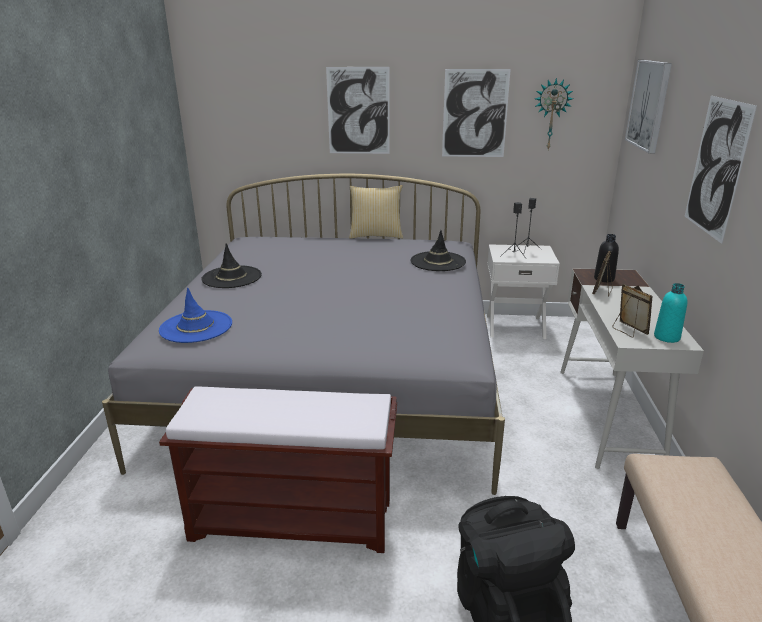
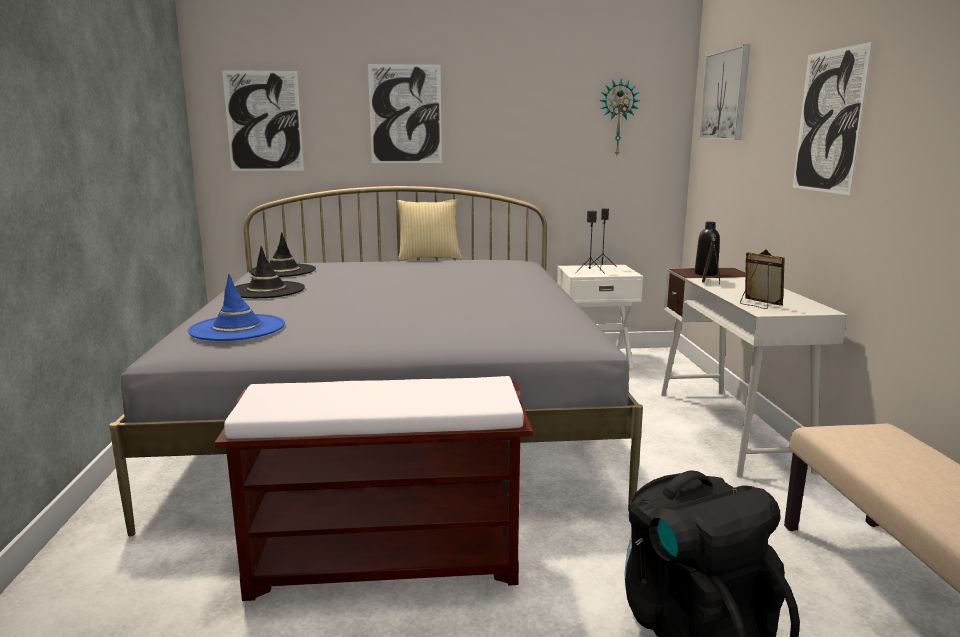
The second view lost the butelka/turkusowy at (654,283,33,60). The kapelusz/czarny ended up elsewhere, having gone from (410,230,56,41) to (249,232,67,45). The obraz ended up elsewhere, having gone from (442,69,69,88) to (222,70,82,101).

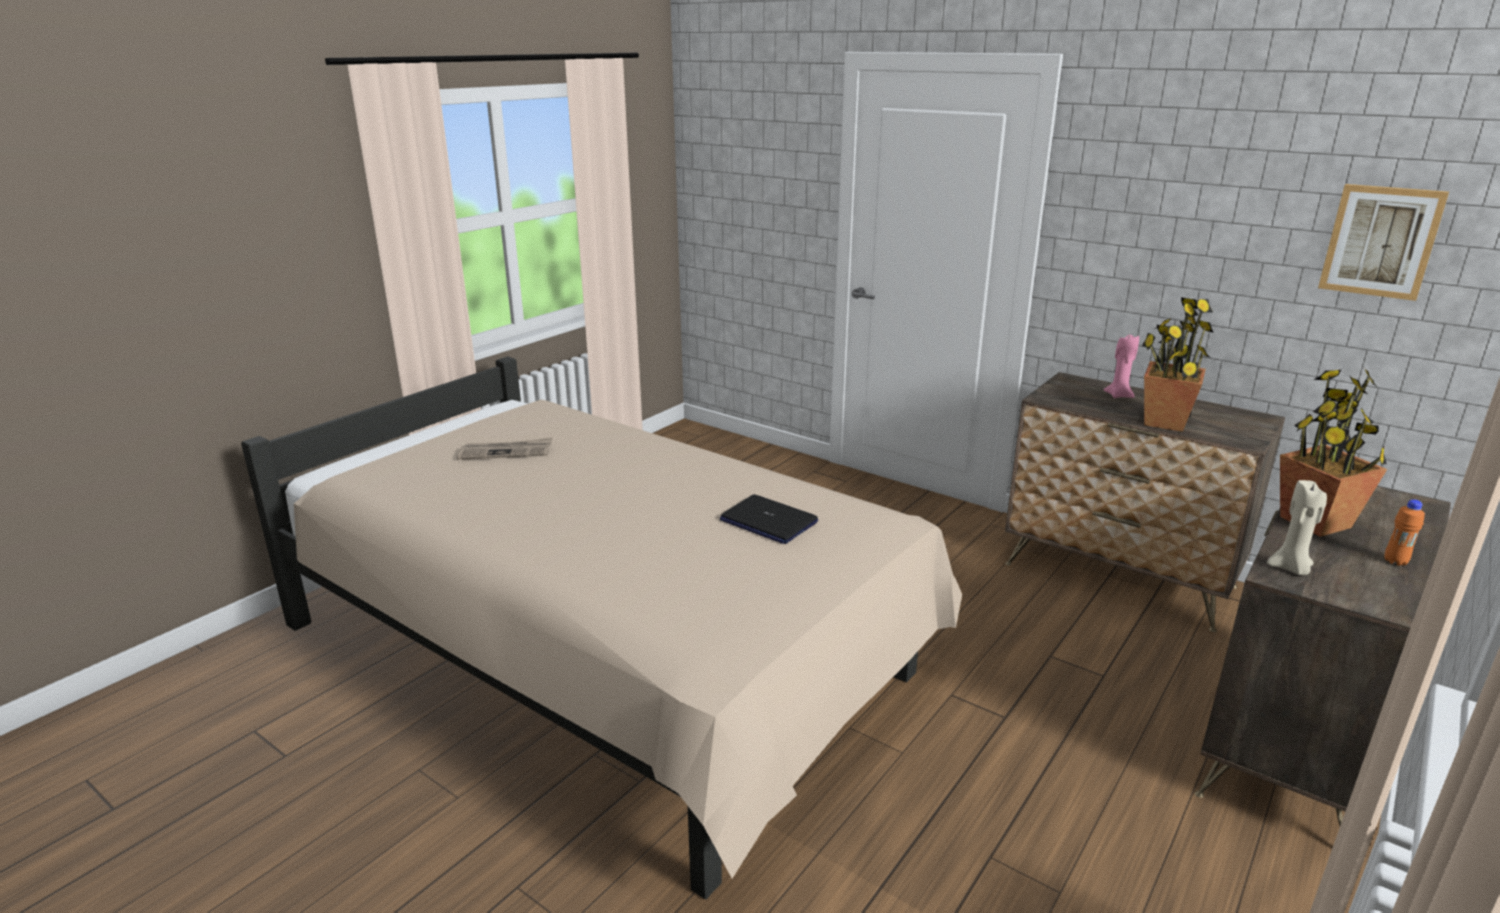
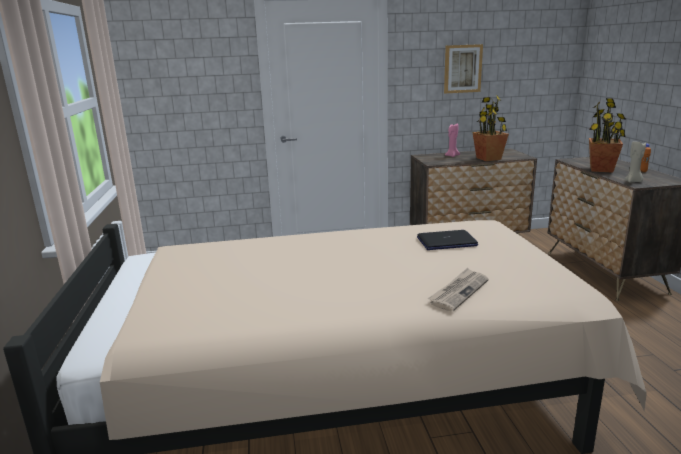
The gazeta ended up elsewhere, having gone from (457,437,96,23) to (428,268,61,43). The obraz ended up elsewhere, having gone from (1318,184,131,117) to (444,44,39,49).

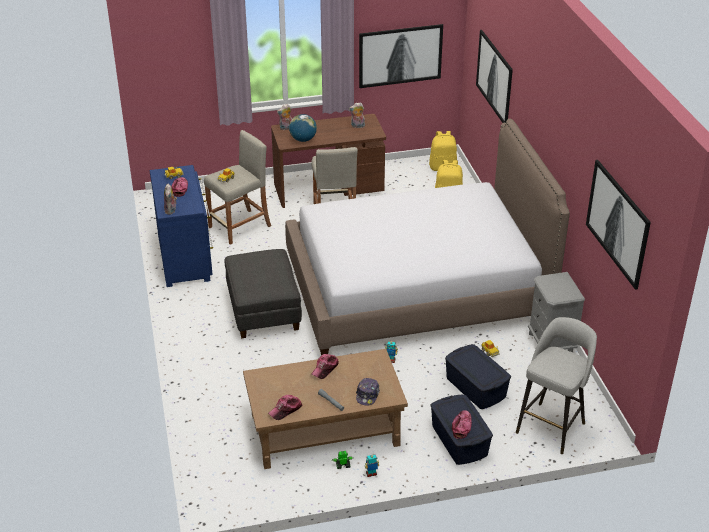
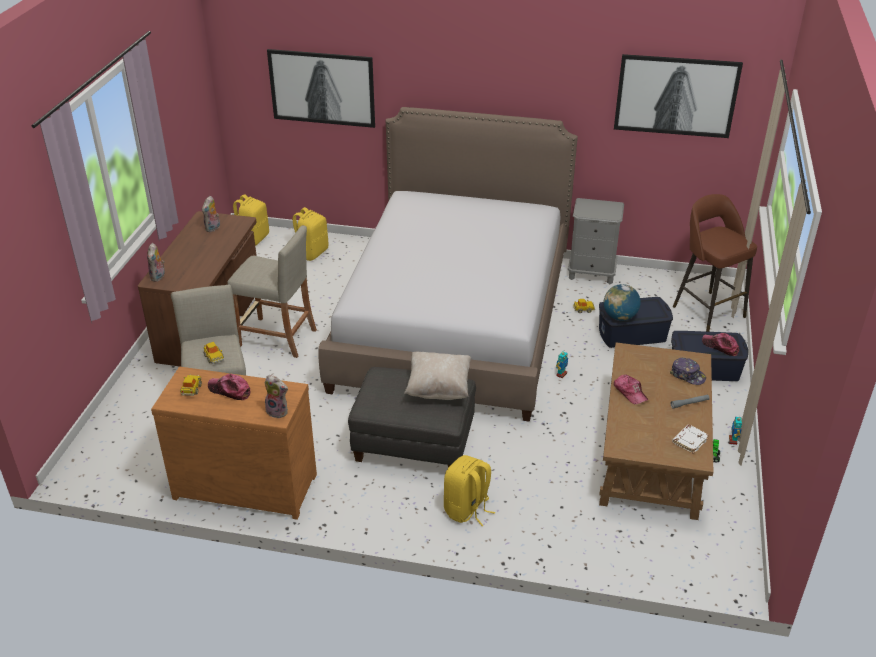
The second view lost the obraz at (359,24,84,64). The second view gained the poduszka/beżowy at (404,352,67,48). The second view gained the plecak/żółty at (444,455,52,71). The globus ended up elsewhere, having gone from (289,114,28,28) to (604,284,37,37). Where the czapka z daszkiem stood at (268,395,34,25), the książka/biały came to stand at (672,425,37,29). What was the komoda/niebieski at (150,165,63,122) turned into the komoda/brązowy at (151,366,166,154). What was the stołek/szary at (516,317,81,137) turned into the stołek/brązowy at (673,194,84,138).

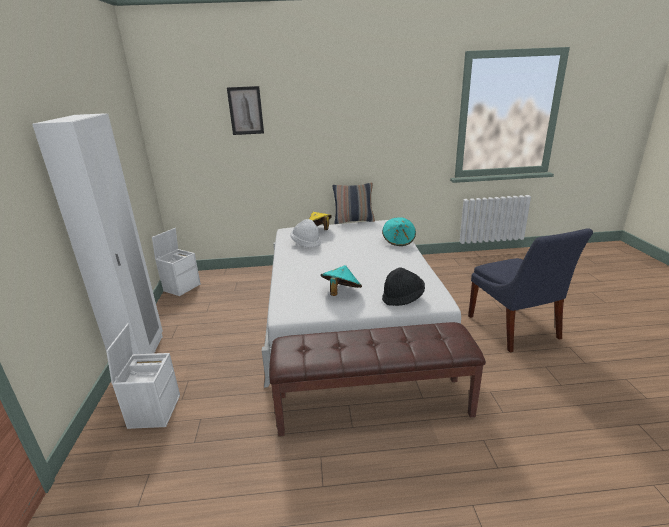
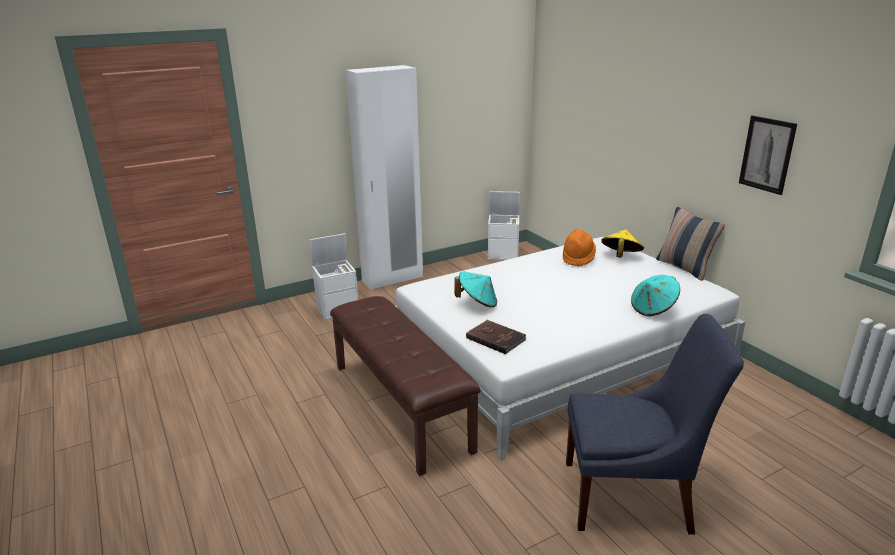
The obraz ended up elsewhere, having gone from (227,86,37,49) to (739,115,58,80). Where the kapelusz/czarny stood at (382,267,43,39), the książka/brązowy came to stand at (466,320,61,34). What was the kapelusz/biały at (291,219,30,29) turned into the kapelusz/pomarańczowy at (563,229,33,38). The krzesło/niebieski at (468,228,125,124) ended up facing another way, 135 degrees counterclockwise from before.

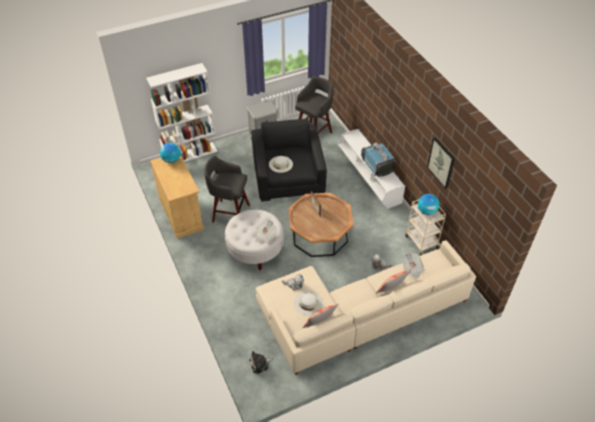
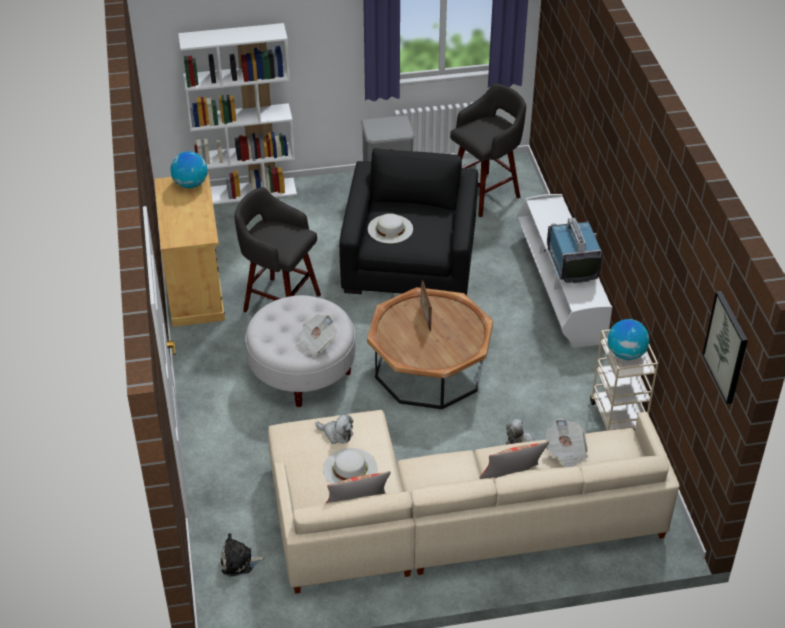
The obraz ended up elsewhere, having gone from (427,138,28,51) to (702,291,46,113).

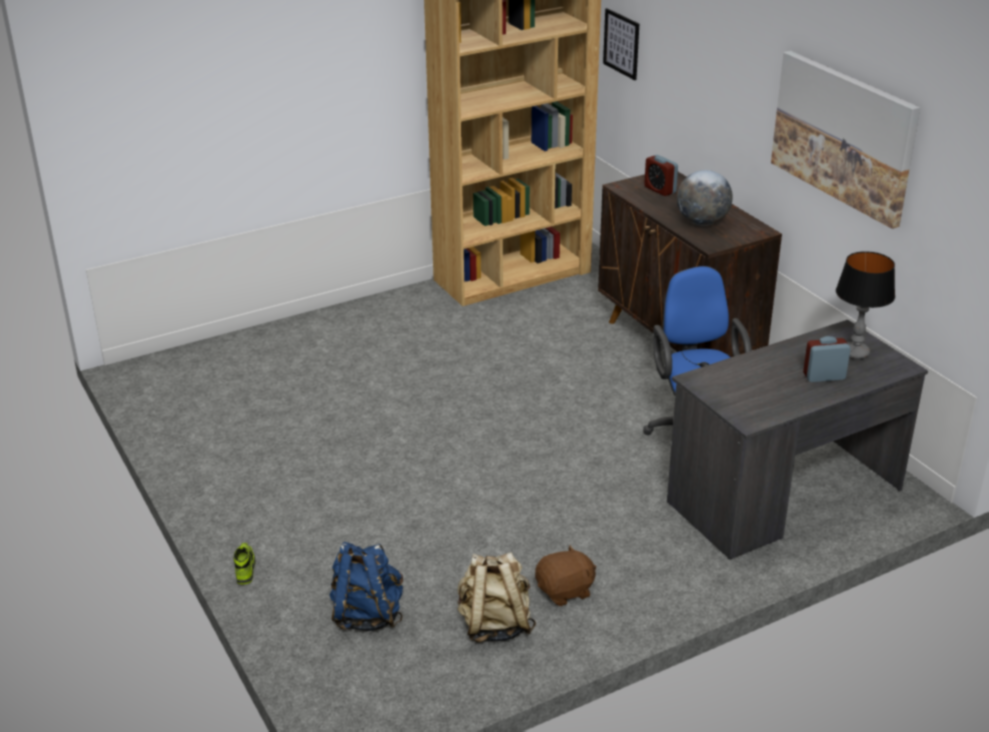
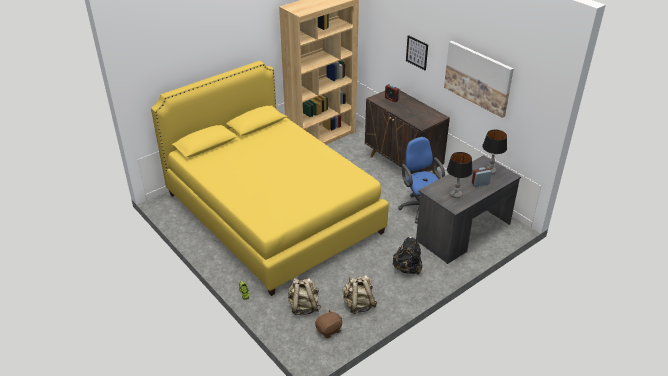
The second view lost the globus at (677,170,56,55). The second view gained the łóżko/żółty at (151,61,238,235). The second view gained the plecak/czarny at (392,237,30,38). The second view gained the lampa stołowa at (447,152,26,46). The pluszak/brązowy ended up elsewhere, having gone from (535,545,61,61) to (315,309,27,29). The obraz ended up elsewhere, having gone from (603,8,36,72) to (406,35,22,35). What was the plecak/niebieski at (330,542,73,89) turned into the plecak/beżowy at (288,278,33,37).

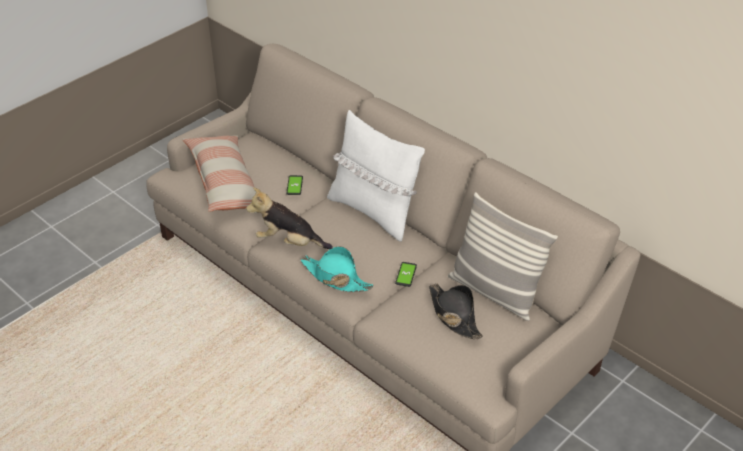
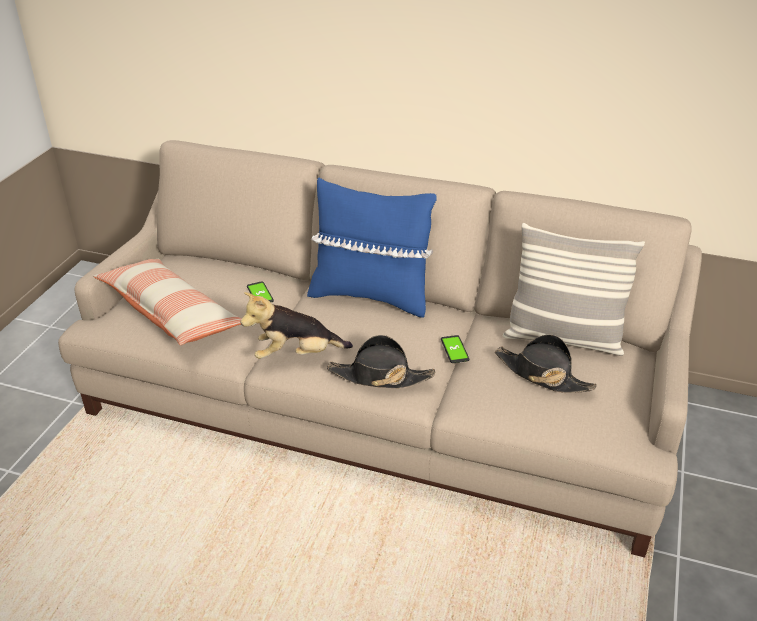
What was the kapelusz/turkusowy at (300,246,74,46) turned into the kapelusz/czarny at (327,335,108,53). What was the poduszka/biały at (327,110,98,132) turned into the poduszka/niebieski at (307,177,130,141).

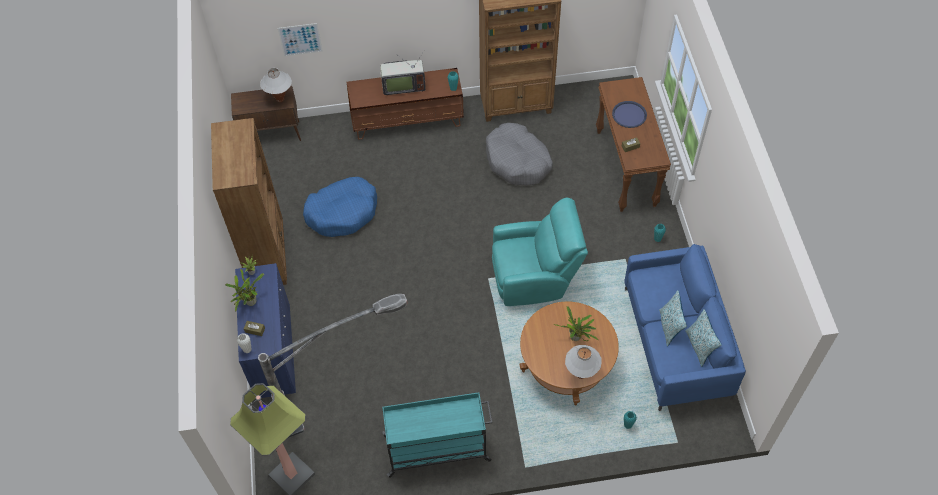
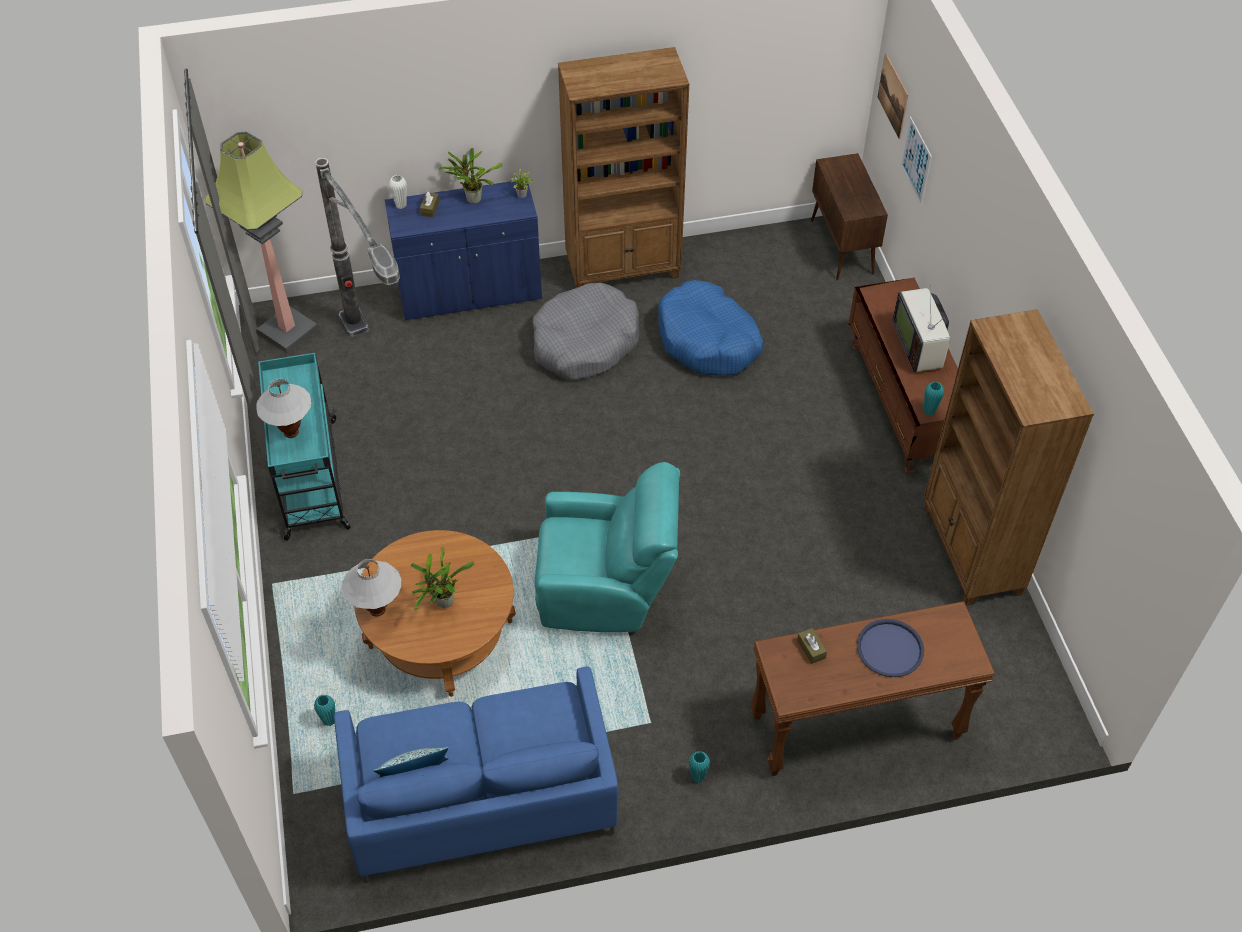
The second view lost the poduszka at (659,290,28,56). The second view gained the obraz at (878,53,30,86). The lampa stołowa/biały ended up elsewhere, having gone from (260,68,32,34) to (257,379,54,59). The legowisko/szary ended up elsewhere, having gone from (486,123,67,62) to (533,283,106,97). The fotel/turkusowy at (492,197,96,109) ended up facing another way, 75 degrees counterclockwise from before.

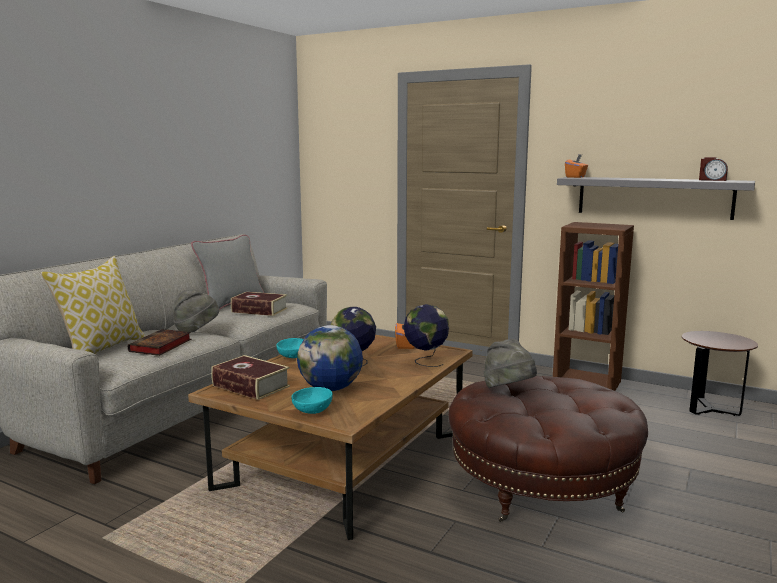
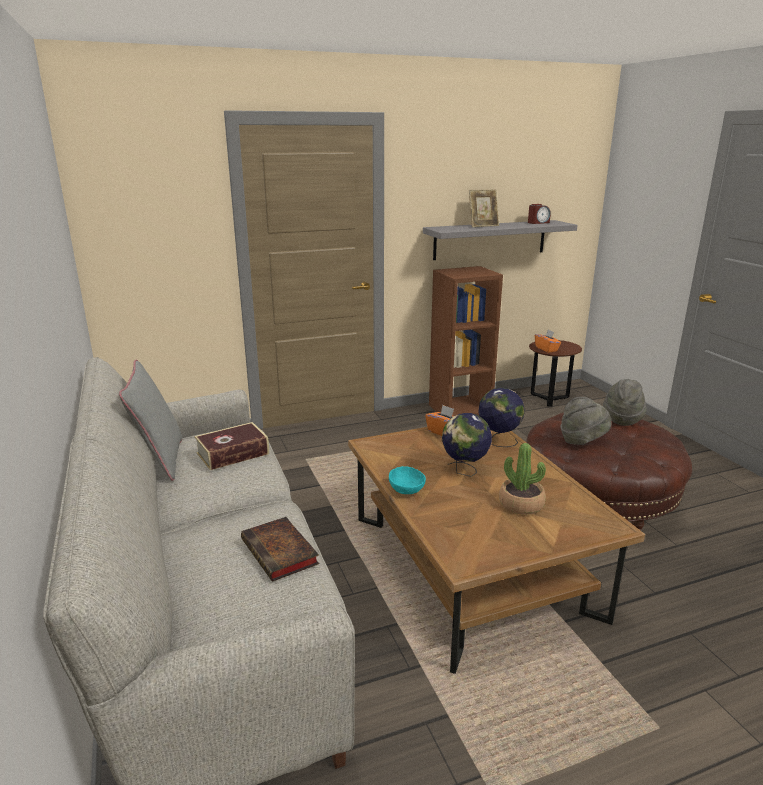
The second view lost the poduszka at (41,256,104,98). The second view lost the książka at (211,355,79,45). The second view lost the miska/turkusowy at (291,387,42,27). The second view gained the ramka na zdjęcie at (469,189,30,38). The kapelusz/szary ended up elsewhere, having gone from (173,289,46,43) to (603,379,44,47). The pudełko chusteczek/pomarańczowy ended up elsewhere, having gone from (565,155,23,23) to (535,329,26,24). Where the globus stood at (297,325,66,66), the roślina doniczkowa came to stand at (499,443,47,72).

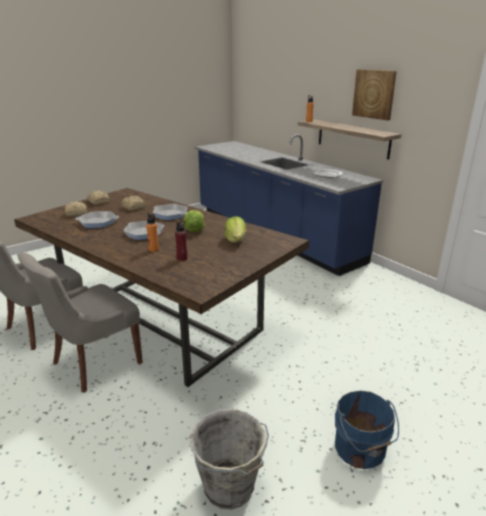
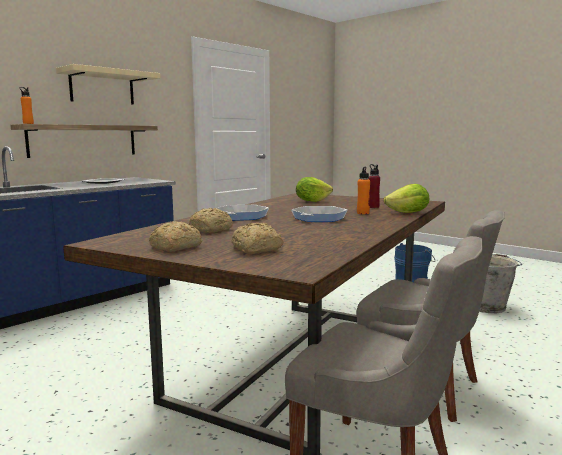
The second view lost the patelnia at (75,211,44,17). The sałata ended up elsewhere, having gone from (183,210,22,22) to (384,184,45,29). Where the obraz hung at (352,69,45,51), the półka/beżowy came to hang at (56,64,104,41).

